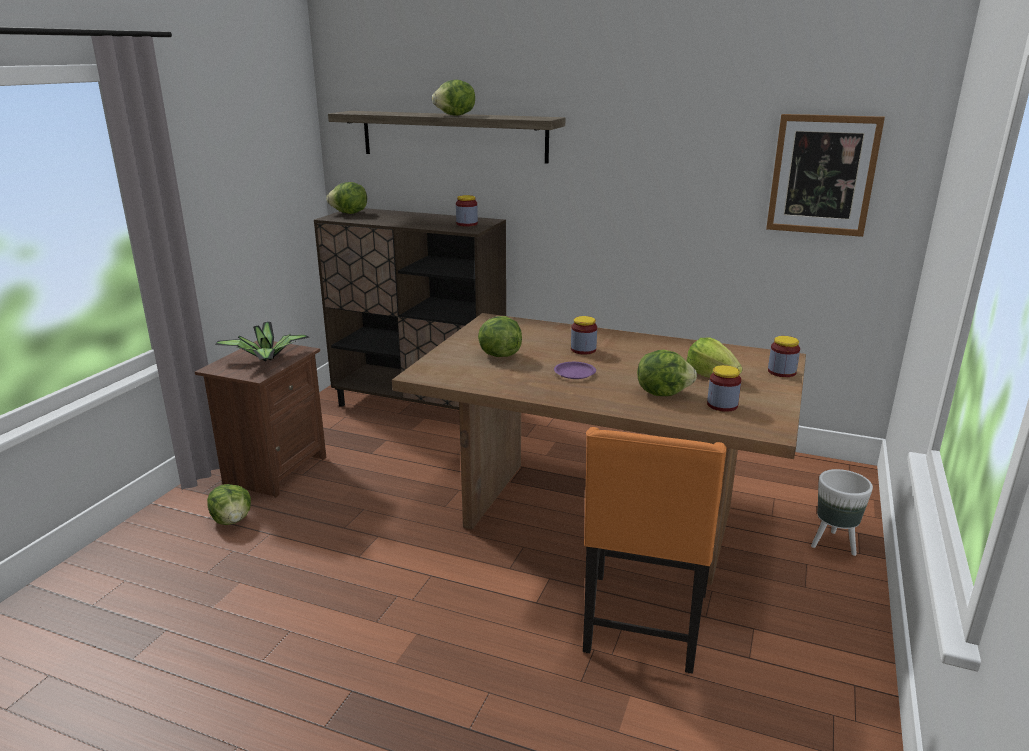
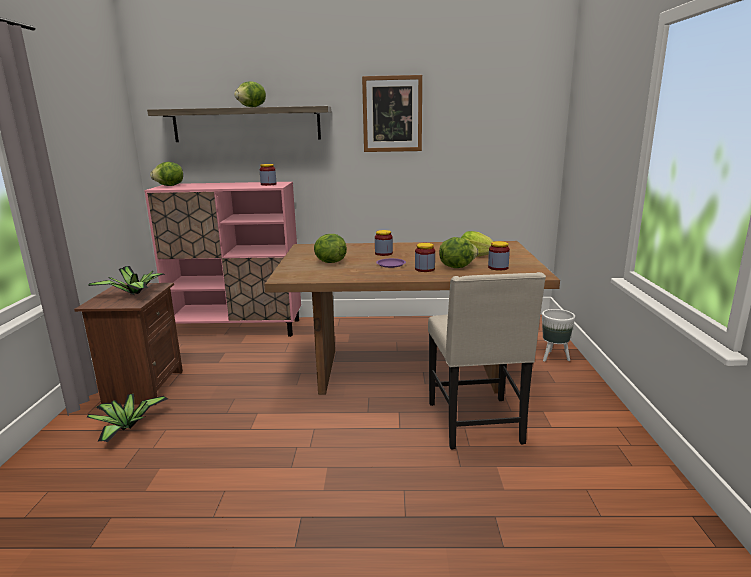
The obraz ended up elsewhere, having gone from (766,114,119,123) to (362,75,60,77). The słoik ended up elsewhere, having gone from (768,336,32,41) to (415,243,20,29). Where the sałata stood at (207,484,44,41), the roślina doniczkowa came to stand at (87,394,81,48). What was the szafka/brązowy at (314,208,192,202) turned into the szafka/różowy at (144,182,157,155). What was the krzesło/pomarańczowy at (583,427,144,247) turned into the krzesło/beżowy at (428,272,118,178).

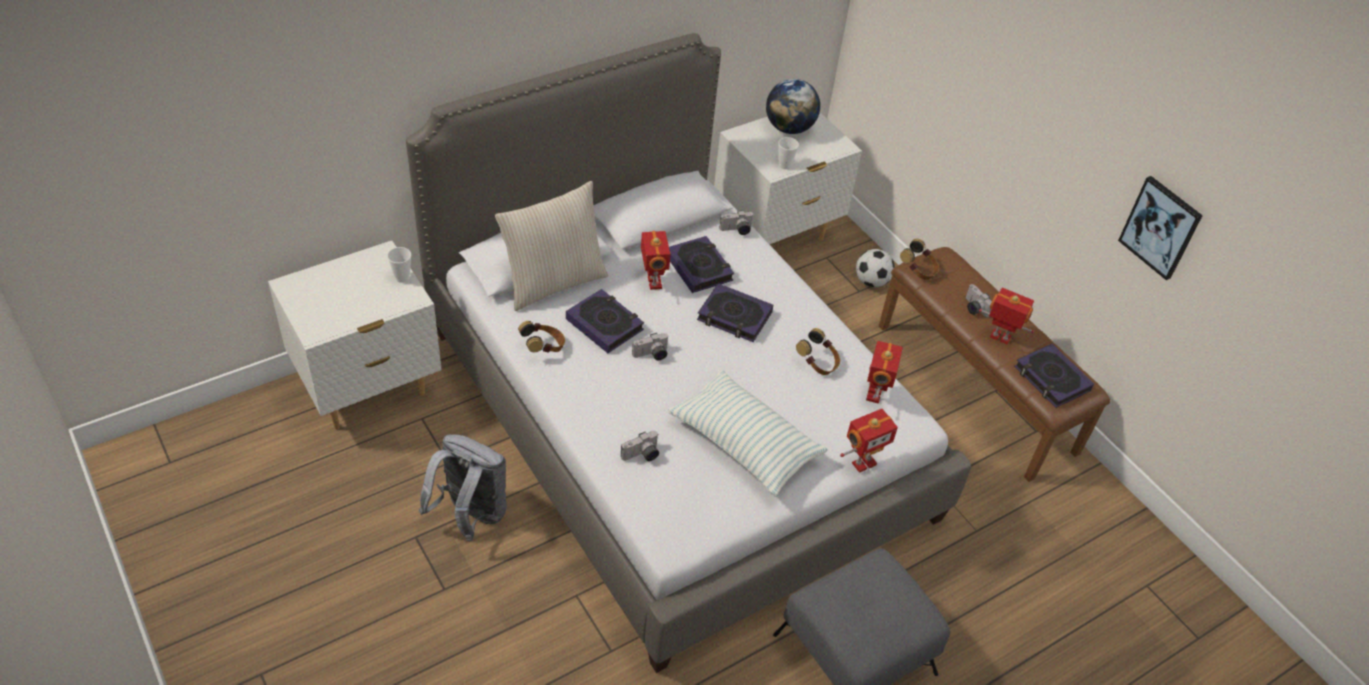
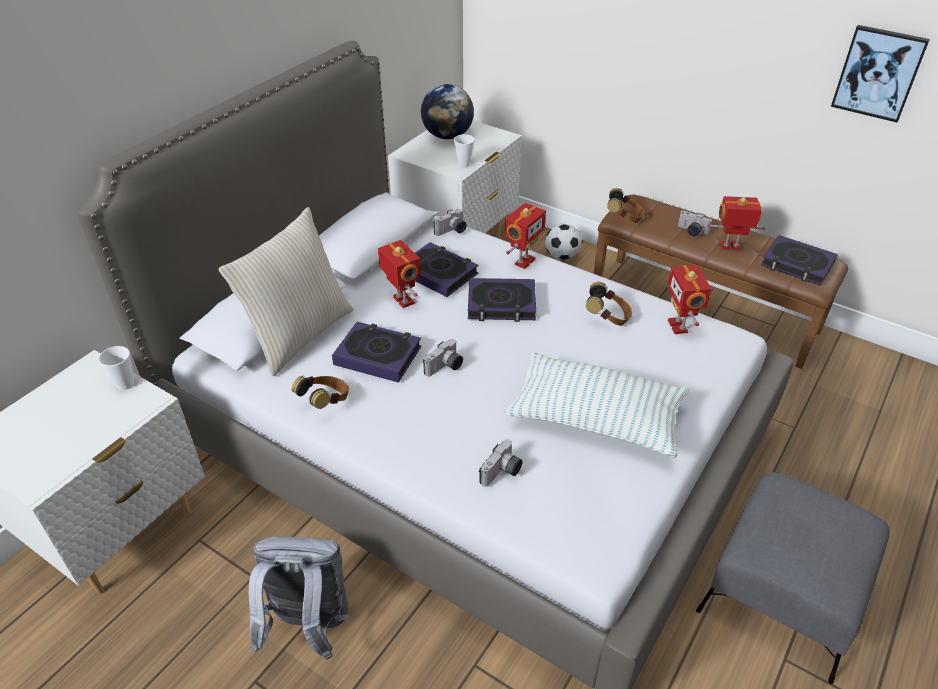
The robot zabawkowy ended up elsewhere, having gone from (840,409,58,64) to (505,203,41,66).

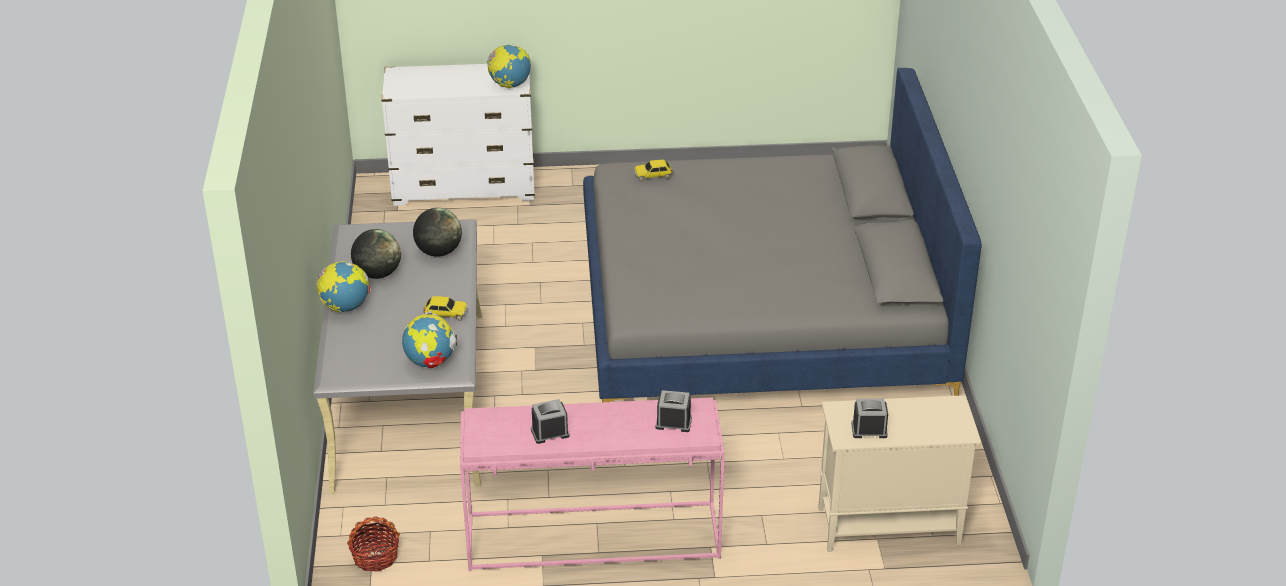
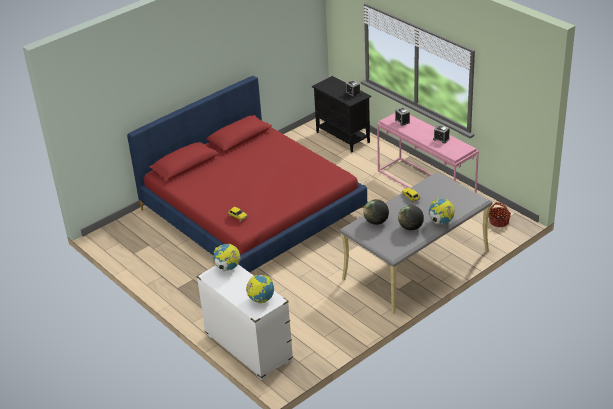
The globus ended up elsewhere, having gone from (402,311,55,57) to (246,275,28,28). What was the łóżko/szary at (583,68,399,334) turned into the łóżko/czerwony at (127,76,240,197). What was the szafka/beżowy at (818,395,163,157) turned into the szafka/czarny at (312,76,59,76).

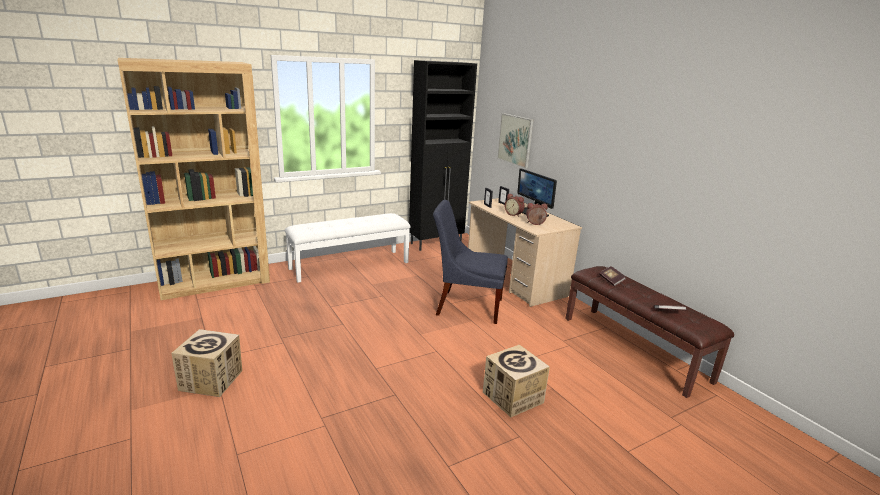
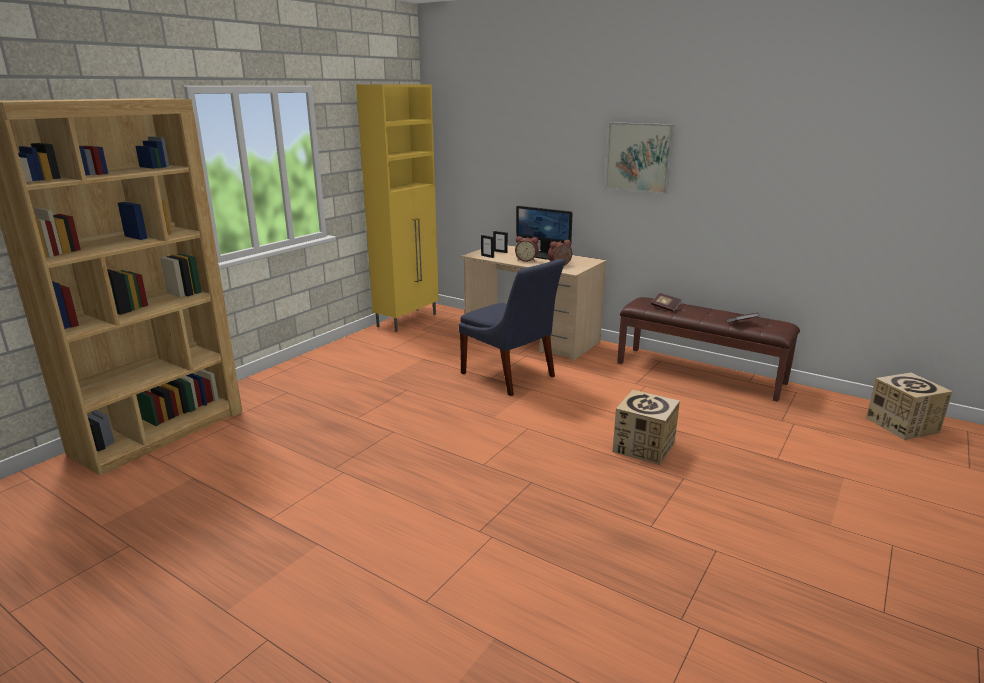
The second view lost the ławka/biały at (285,213,126,70). The karton ended up elsewhere, having gone from (171,329,71,68) to (866,372,87,68). The obraz ended up elsewhere, having gone from (497,113,36,55) to (605,122,69,72). What was the szafka/czarny at (409,60,68,191) turned into the szafka/żółty at (356,84,83,248). The krzesło/niebieski at (433,200,75,124) ended up facing another way, 120 degrees counterclockwise from before.

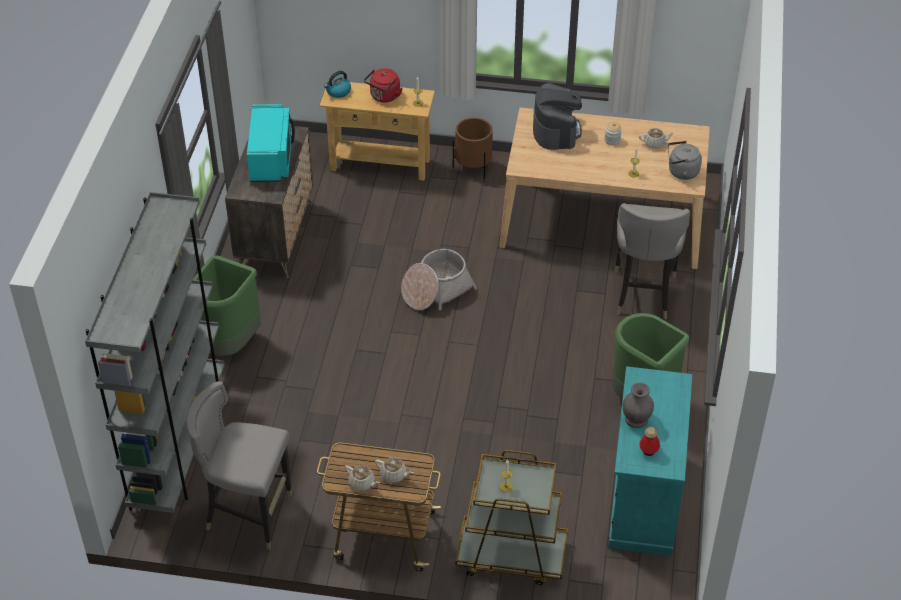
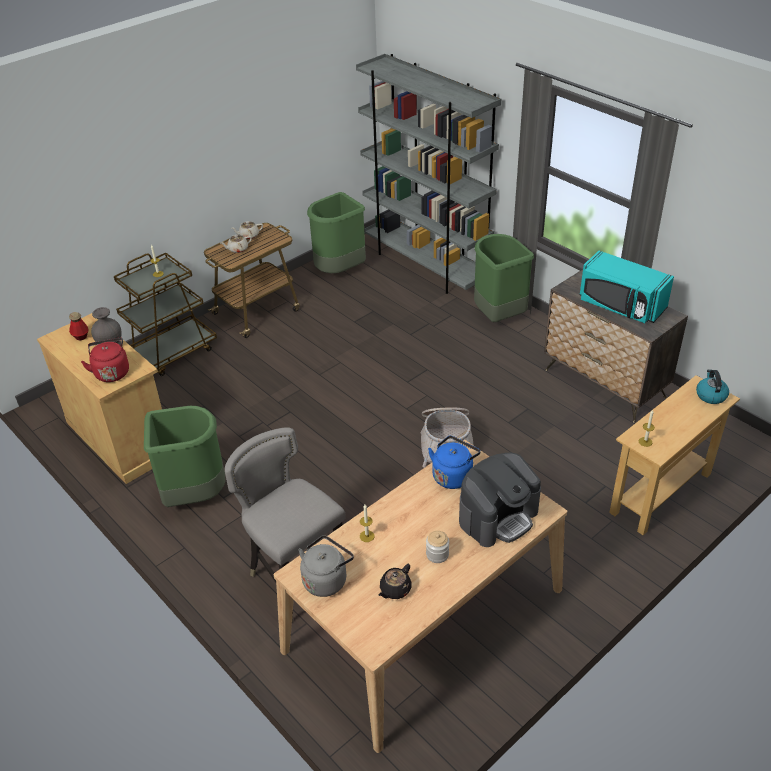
The second view lost the donica/brązowy at (453,118,40,61). The second view gained the czajnik/niebieski at (428,436,52,53). The czajnik/czerwony ended up elsewhere, having gone from (364,68,39,35) to (81,338,48,44). Where the stołek/szary stood at (186,381,106,169), the kosz na śmieci/zielony came to stand at (307,192,59,81). What was the szafka/turkusowy at (608,366,84,190) turned into the szafka/beżowy at (37,313,125,171). What was the imbryk/beżowy at (639,128,35,21) turned into the imbryk/czarny at (379,564,33,35). The ekspres do kawy at (533,83,49,67) ended up facing another way, 75 degrees counterclockwise from before.

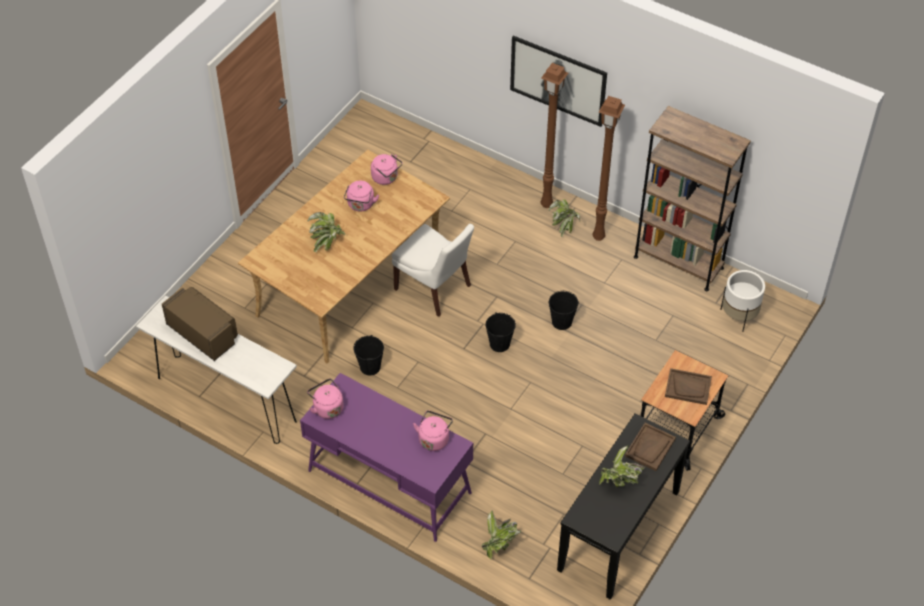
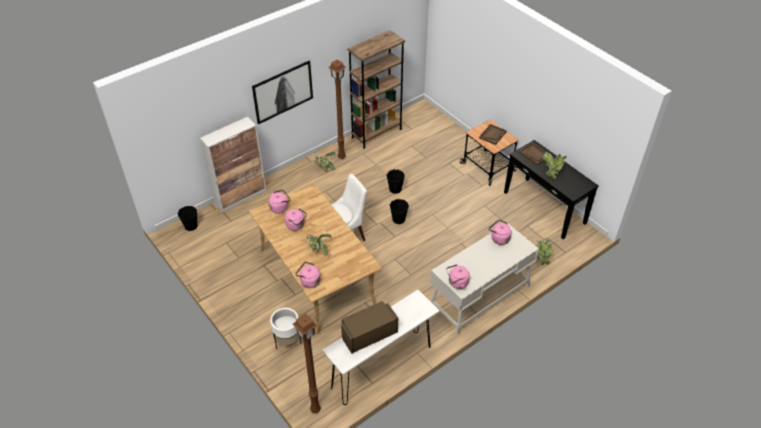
The second view gained the szafka at (200,117,66,95). The second view gained the czajnik/różowy at (296,262,25,26). The wiadro/czarny ended up elsewhere, having gone from (353,335,31,40) to (178,206,20,25). The lampa stojąca/brązowy ended up elsewhere, having gone from (541,63,27,145) to (293,314,28,99). The donica/biały ended up elsewhere, having gone from (720,270,45,62) to (270,308,31,41). What was the biurko/fioletowy at (300,373,173,169) turned into the biurko/biały at (430,224,109,111).

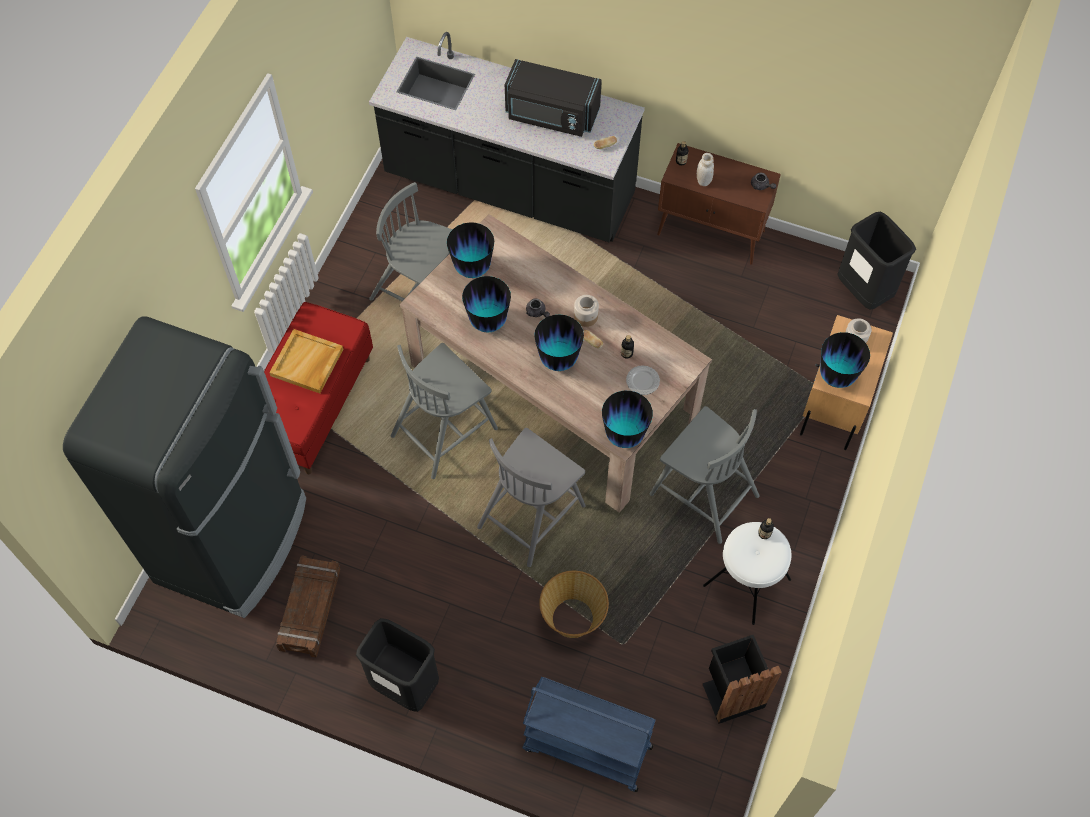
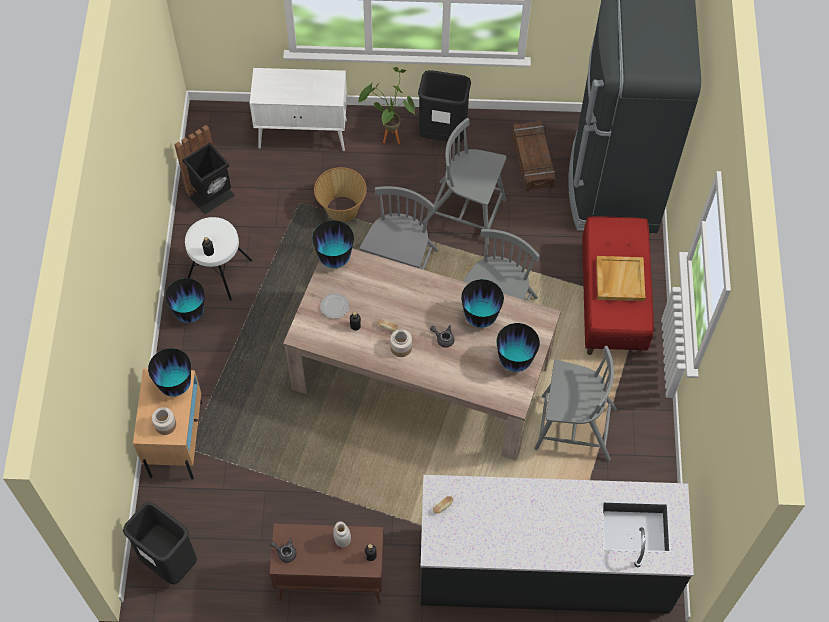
The second view lost the mikrofalówka/czarny at (505,59,97,78). The second view gained the roślina doniczkowa at (359,67,56,77). The wazon ended up elsewhere, having gone from (534,314,50,57) to (165,278,40,45). The krzesło/szary ended up elsewhere, having gone from (650,406,110,138) to (423,118,84,127). Where the wózek/niebieski stood at (522,677,134,115), the szafka/biały came to stand at (250,68,97,83).

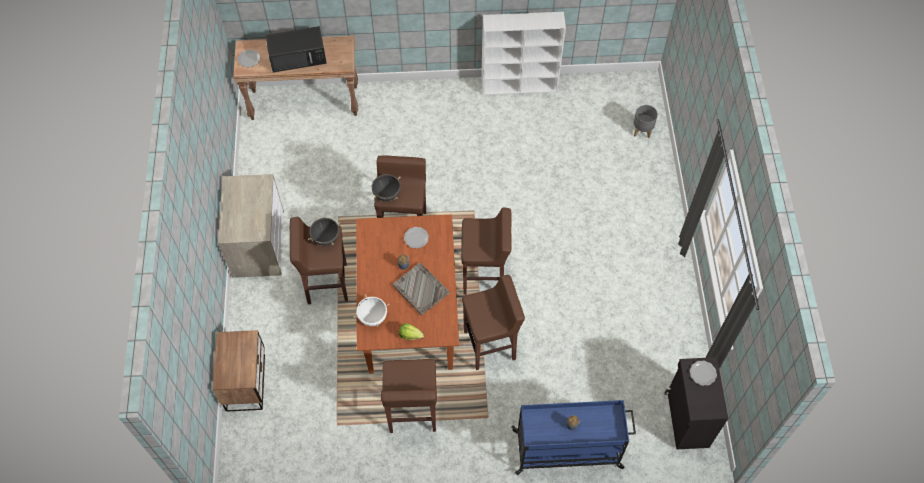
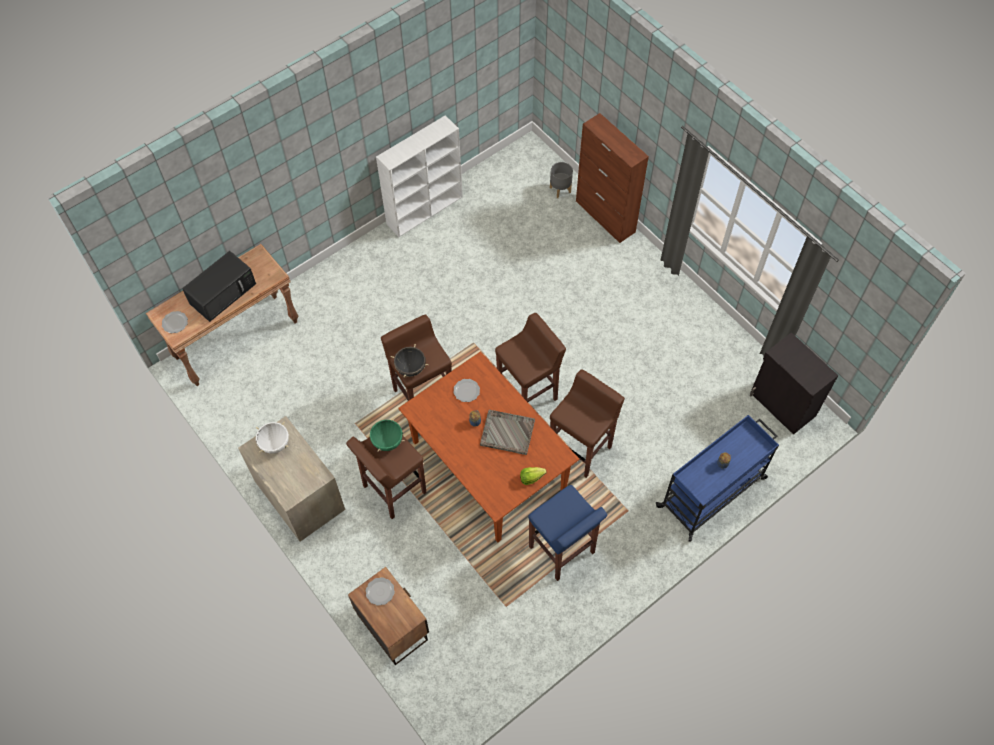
The second view gained the szafka/brązowy at (576,113,73,130). The garnek/biały ended up elsewhere, having gone from (354,294,36,33) to (256,421,33,33). The talerz ended up elsewhere, having gone from (690,361,27,25) to (366,577,29,29). What was the garnek/czarny at (308,217,33,29) turned into the garnek/zielony at (367,417,38,35). What was the stołek/brązowy at (381,359,56,74) turned into the stołek/niebieski at (528,485,79,96).

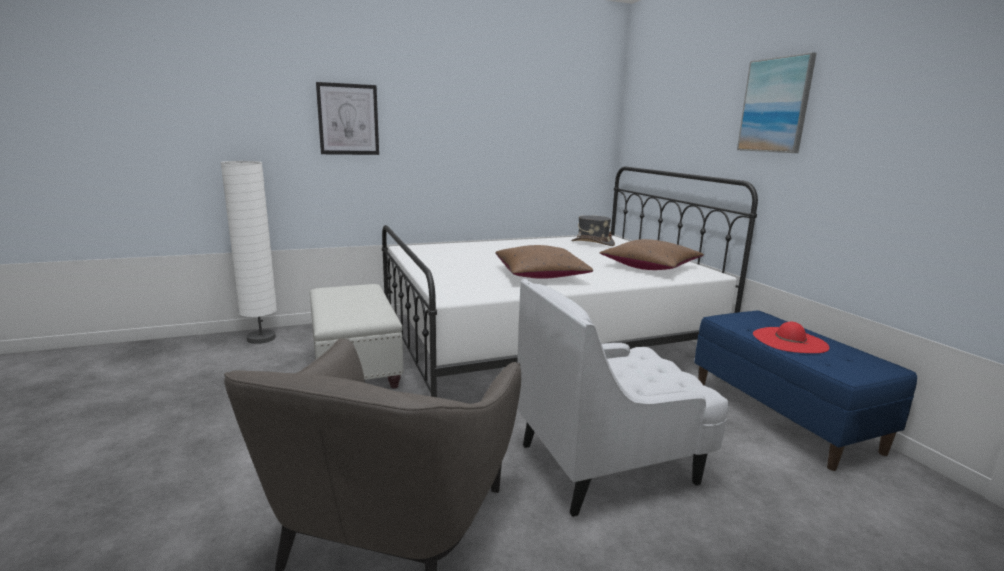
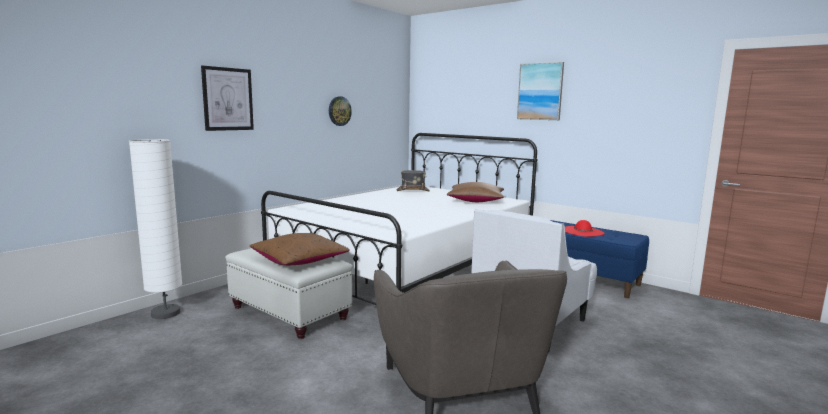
The second view gained the zegar ścienny at (329,96,23,30). The poduszka/brązowy ended up elsewhere, having gone from (495,245,98,34) to (250,233,100,33).

